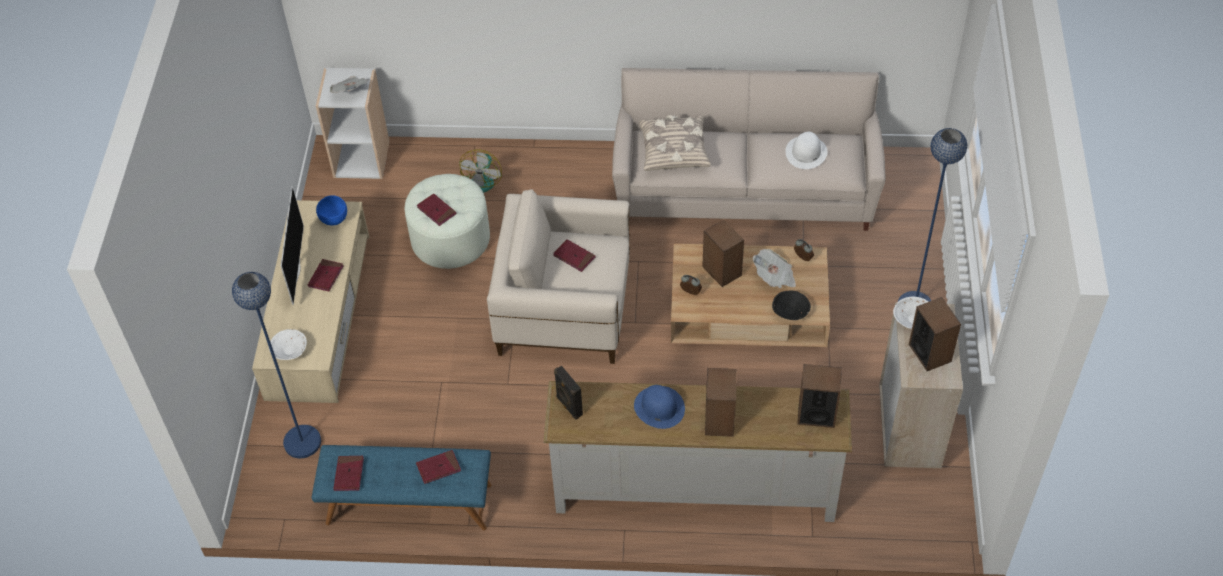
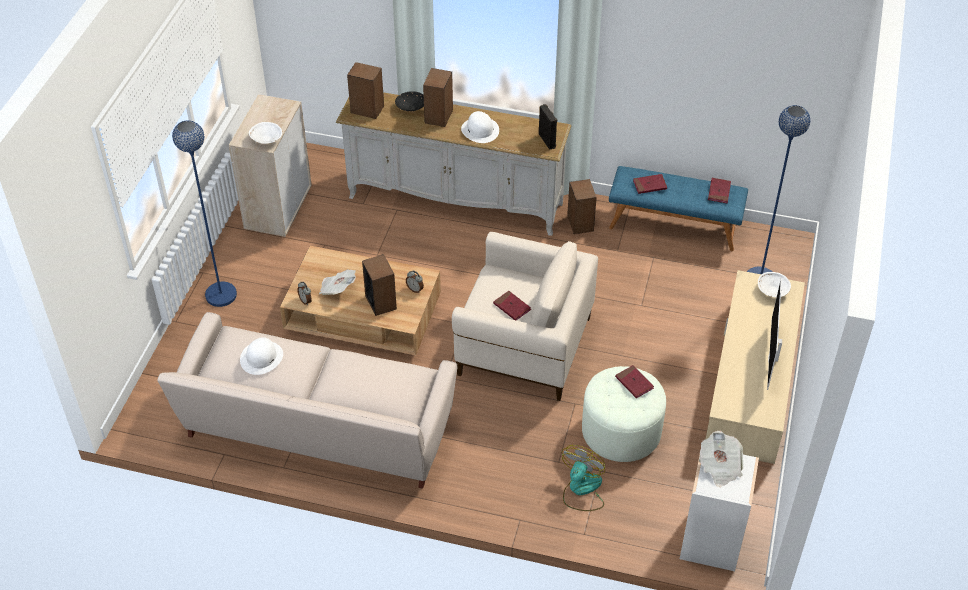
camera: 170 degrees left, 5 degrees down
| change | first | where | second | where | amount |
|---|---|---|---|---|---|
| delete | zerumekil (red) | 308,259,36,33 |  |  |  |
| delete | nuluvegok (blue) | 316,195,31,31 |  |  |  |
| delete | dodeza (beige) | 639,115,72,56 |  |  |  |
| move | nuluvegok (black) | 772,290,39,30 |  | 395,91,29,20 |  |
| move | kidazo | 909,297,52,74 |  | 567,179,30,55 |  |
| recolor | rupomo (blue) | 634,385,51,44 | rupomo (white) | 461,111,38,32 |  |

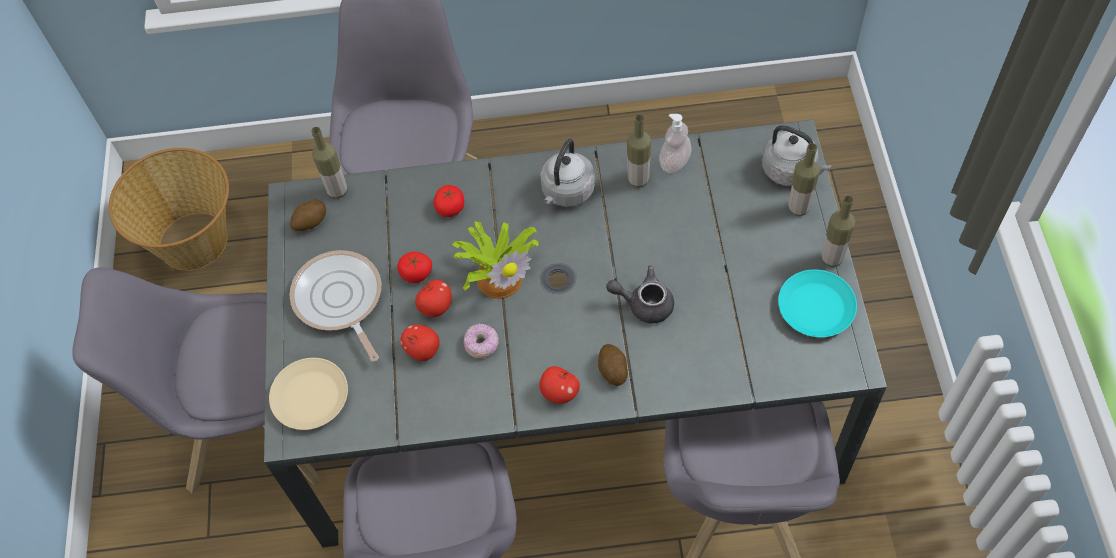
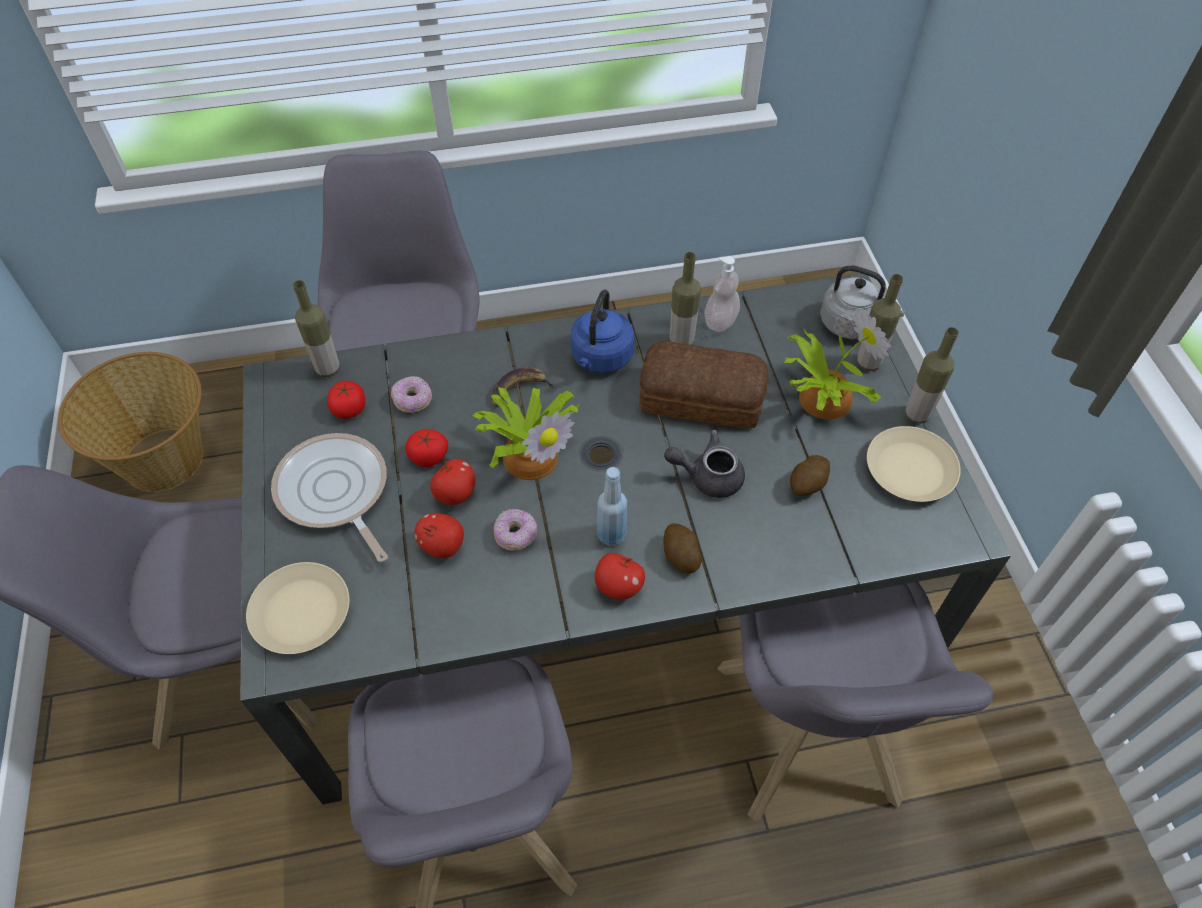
camera: 10 degrees left, 5 degrees down
| change | first | where | second | where | amount |
|---|---|---|---|---|---|
| insert |  |  | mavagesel | 391,376,41,37 |  |
| insert |  |  | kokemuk | 492,367,64,40 |  |
| insert |  |  | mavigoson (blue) | 597,467,30,79 |  |
| insert |  |  | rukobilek | 639,341,129,87 |  |
| insert |  |  | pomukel | 784,309,107,111 |  |
| move | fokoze | 290,200,36,31 |  | 790,455,40,41 |  |
| move | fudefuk | 433,185,31,32 |  | 327,381,38,38 |  |
| recolor | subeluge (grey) | 540,139,55,68 | subeluge (blue) | 570,290,64,83 |  |
| recolor | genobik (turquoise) | 778,269,79,68 | genobik (beige) | 867,426,94,76 |  |

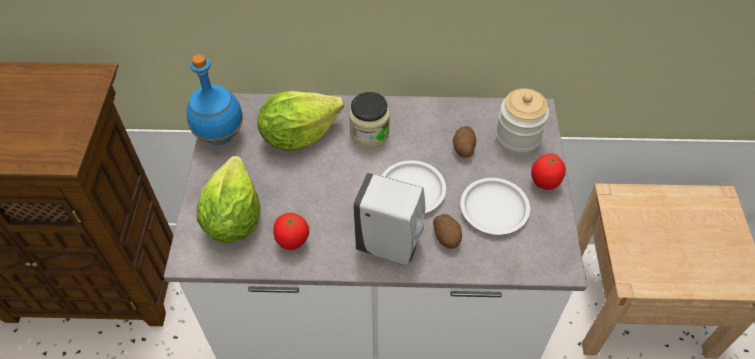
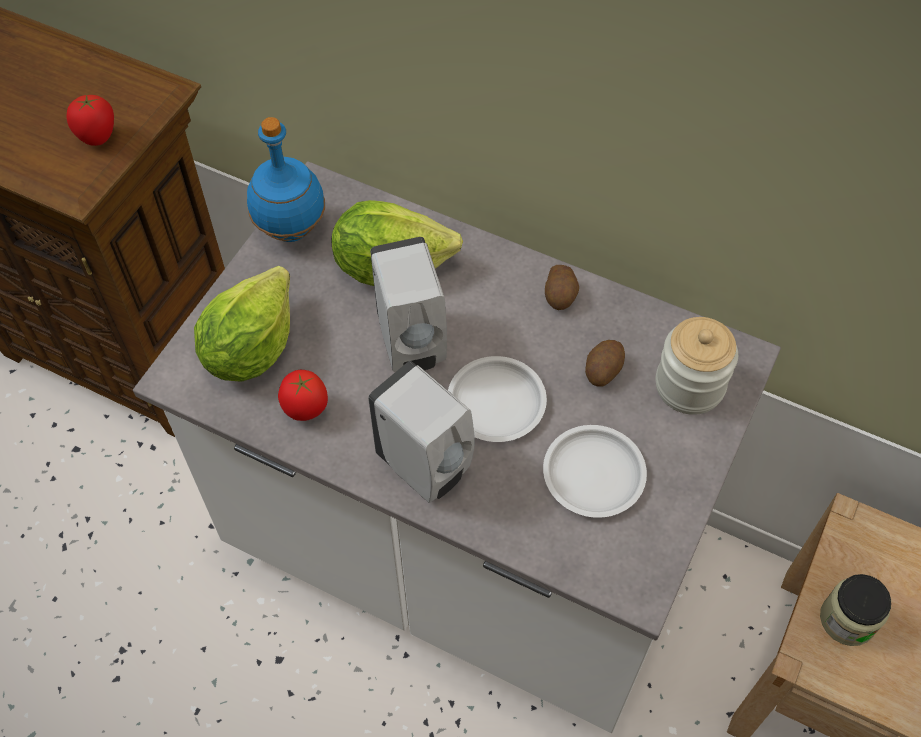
camera: 25 degrees right, 5 degrees up
| change | first | where | second | where | amount |
|---|---|---|---|---|---|
| insert |  |  | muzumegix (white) | 370,237,77,135 |  |
| move | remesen | 349,92,41,56 |  | 820,574,71,72 |  |
| move | fokoze | 433,214,29,35 |  | 545,265,34,45 |  |
| move | fudefuk | 531,154,35,36 |  | 67,95,47,51 |  |

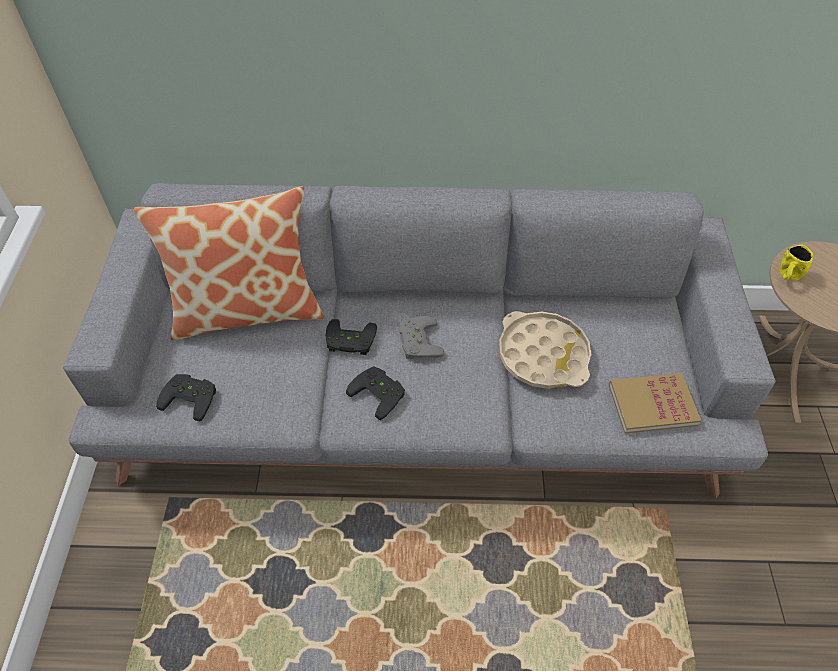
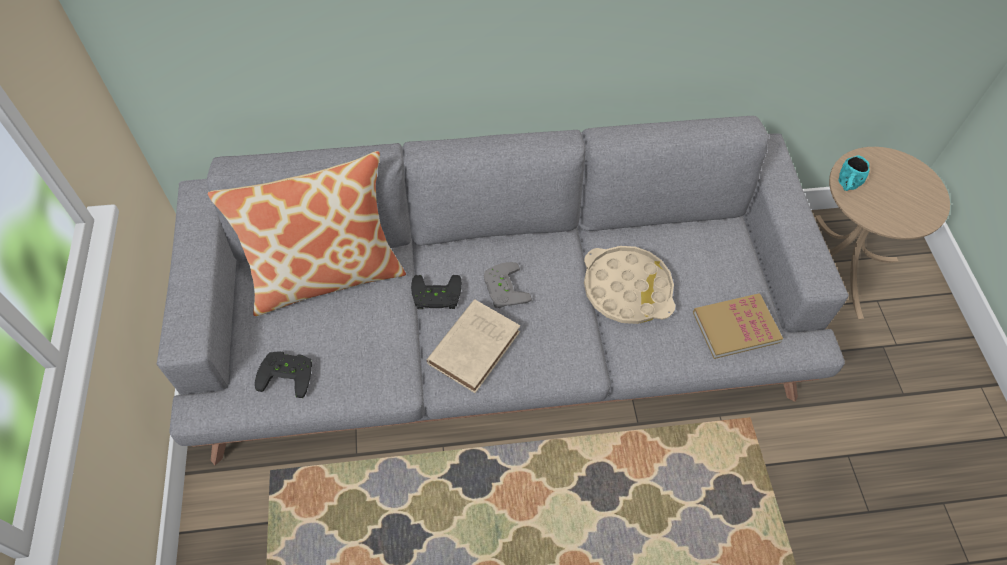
camera: 10 degrees left, 5 degrees up
| change | first | where | second | where | amount |
|---|---|---|---|---|---|
| replace | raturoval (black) | 346,366,59,54 | zerumekil (beige) | 427,299,93,94 |  |
| recolor | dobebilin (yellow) | 779,245,34,36 | dobebilin (turquoise) | 838,155,32,36 |  |

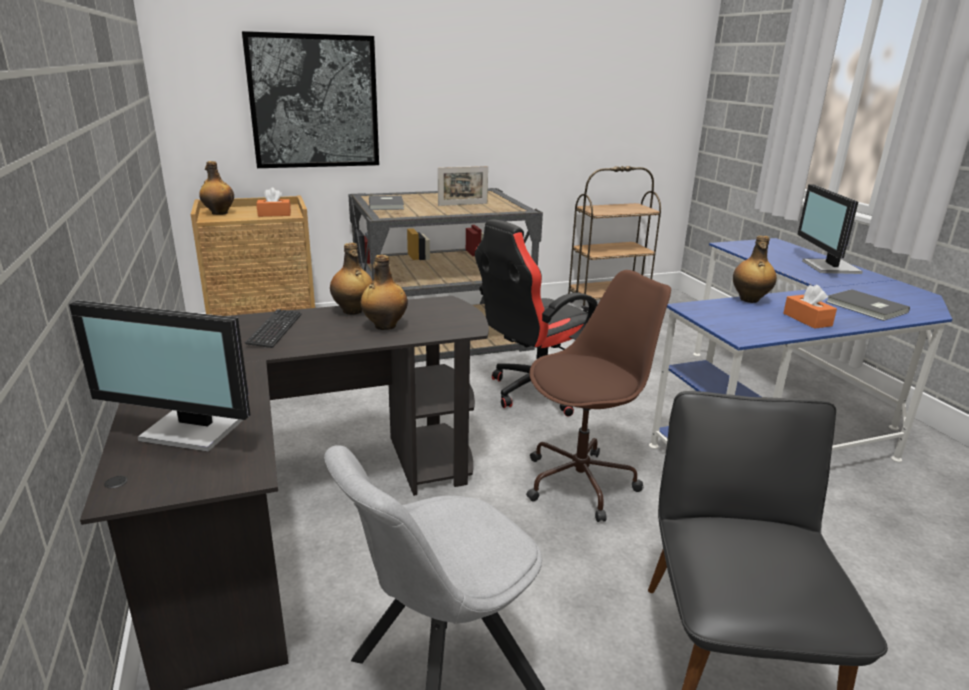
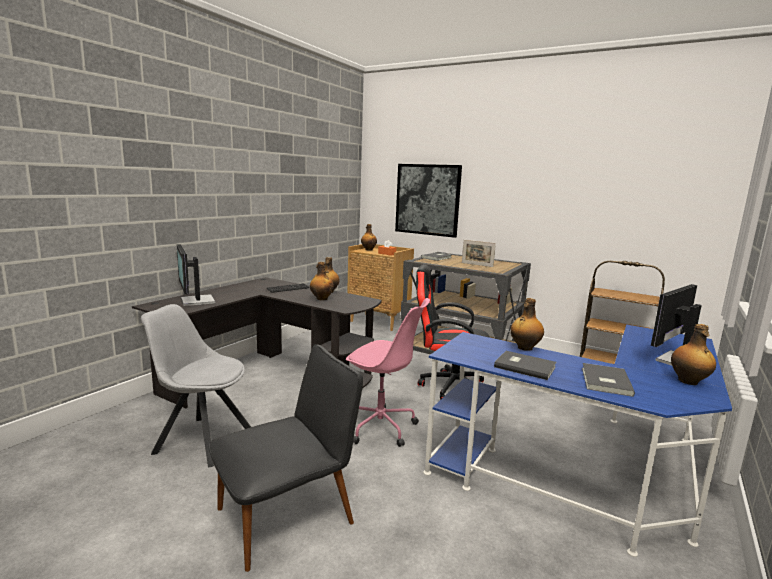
camera: 50 degrees right, 10 degrees down
| change | first | where | second | where | amount |
|---|---|---|---|---|---|
| insert |  |  | mavigoson | 671,324,45,61 |  |
| replace | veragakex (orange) | 783,285,54,44 | zerumekil (grey) | 494,351,62,29 |  |
| recolor | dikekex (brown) | 526,270,145,252 | dikekex (pink) | 346,298,84,149 |  |

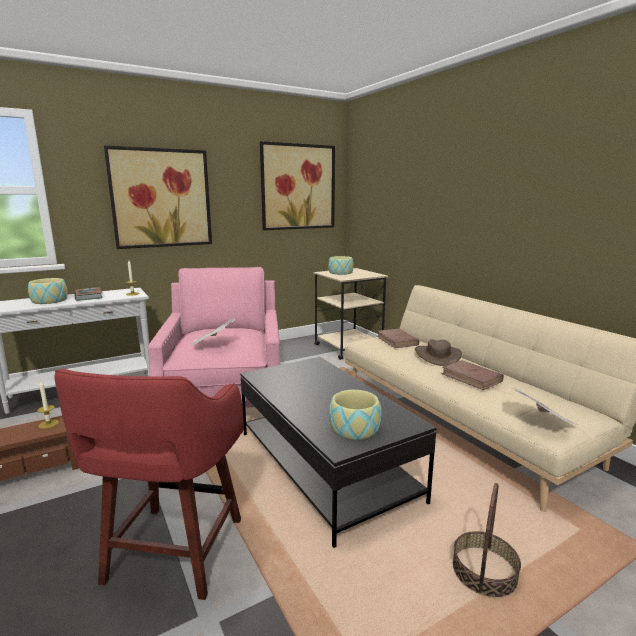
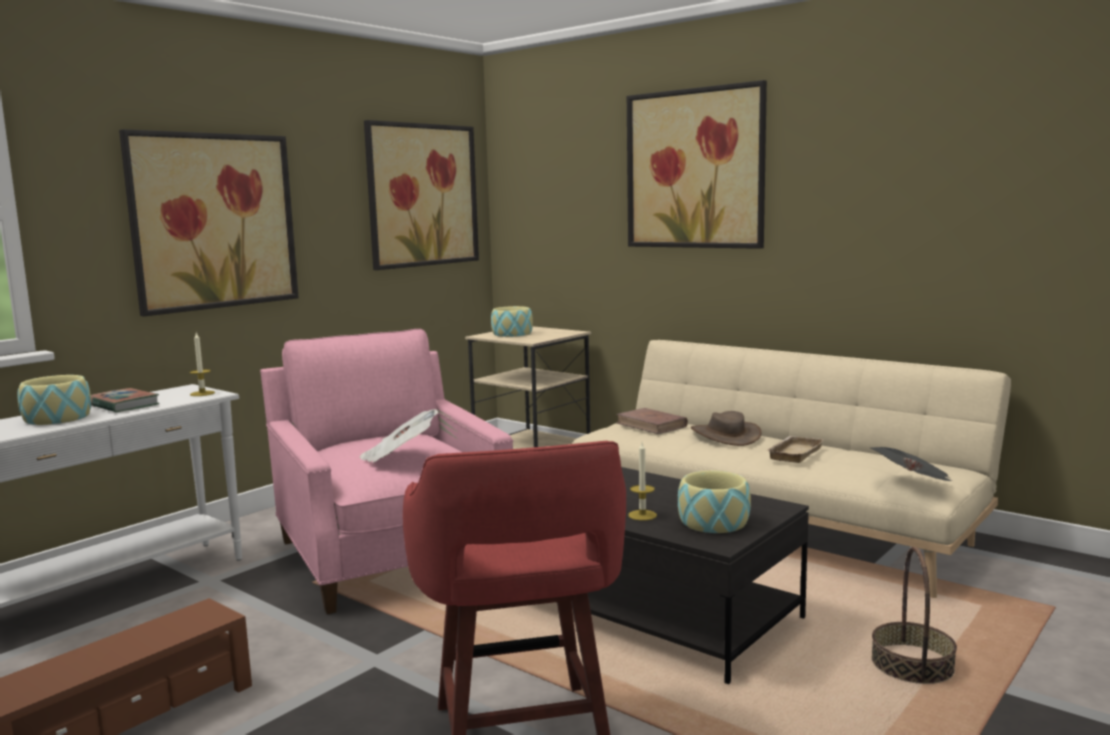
camera: 20 degrees left, 5 degrees down
| change | first | where | second | where | amount |
|---|---|---|---|---|---|
| insert |  |  | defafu | 627,80,140,169 |  |
| move | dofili | 37,381,22,48 |  | 628,442,29,79 |  |
| replace | zerumekil (brown) | 442,360,62,30 | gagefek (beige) | 767,436,57,27 |  |

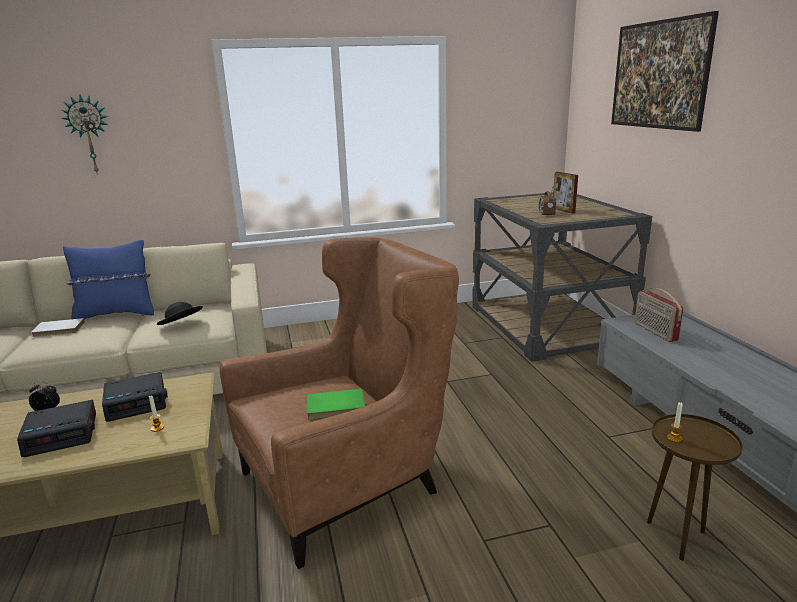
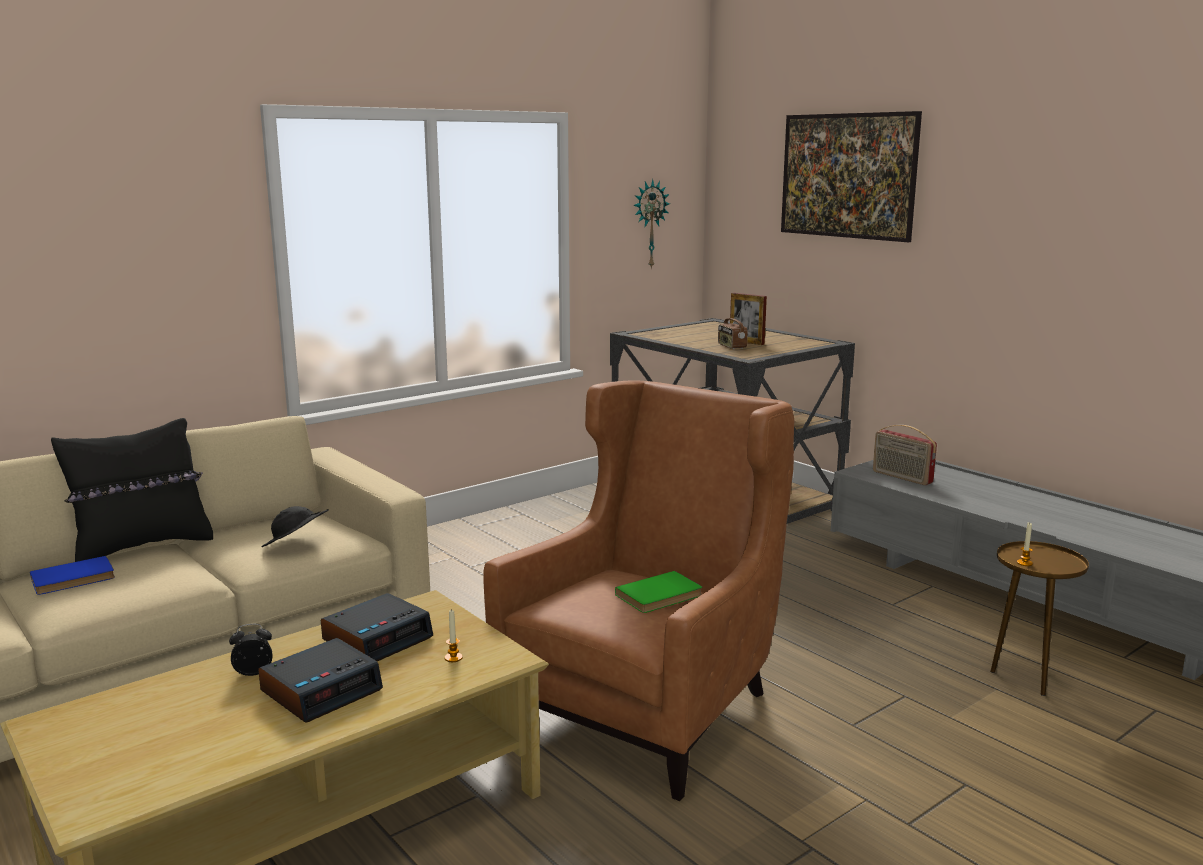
camera: 25 degrees left, 5 degrees down
| change | first | where | second | where | amount |
|---|---|---|---|---|---|
| move | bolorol | 60,95,48,80 |  | 634,179,36,90 |  |
| recolor | zerumekil (white) | 31,318,54,19 | zerumekil (blue) | 30,556,85,39 |  |
| recolor | dodeza (blue) | 63,240,91,80 | dodeza (black) | 51,418,162,144 |  |

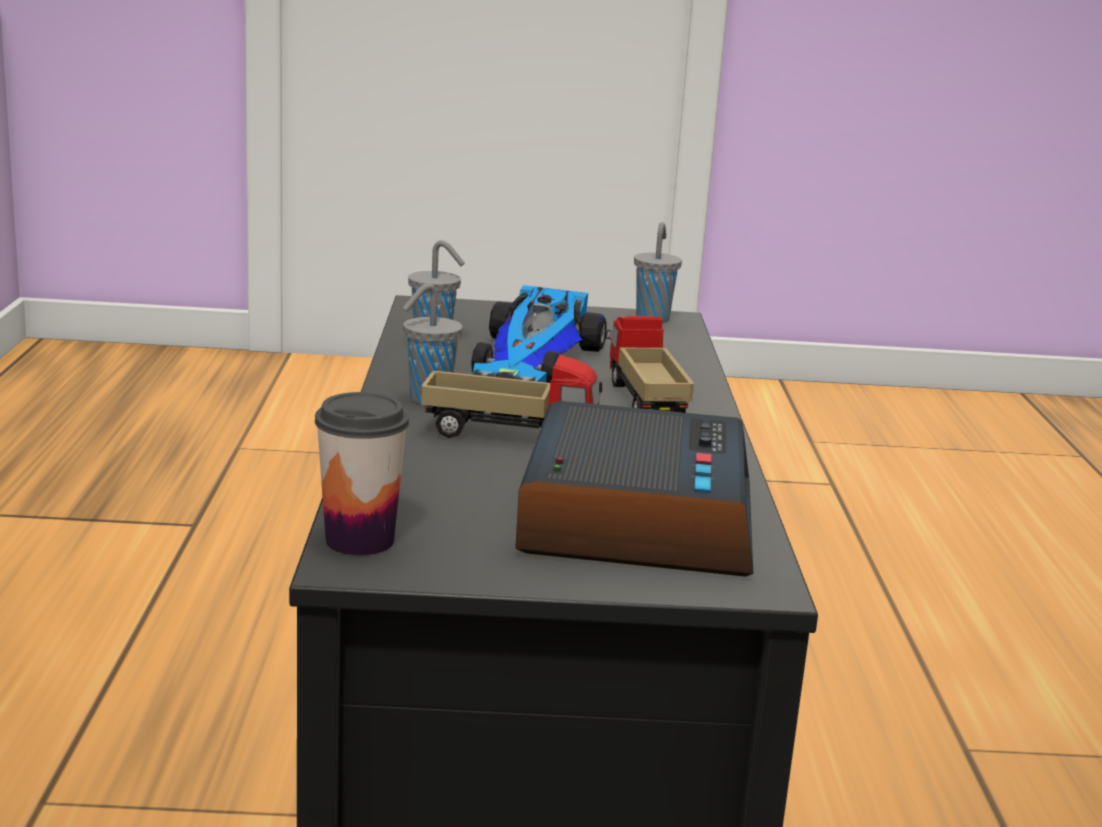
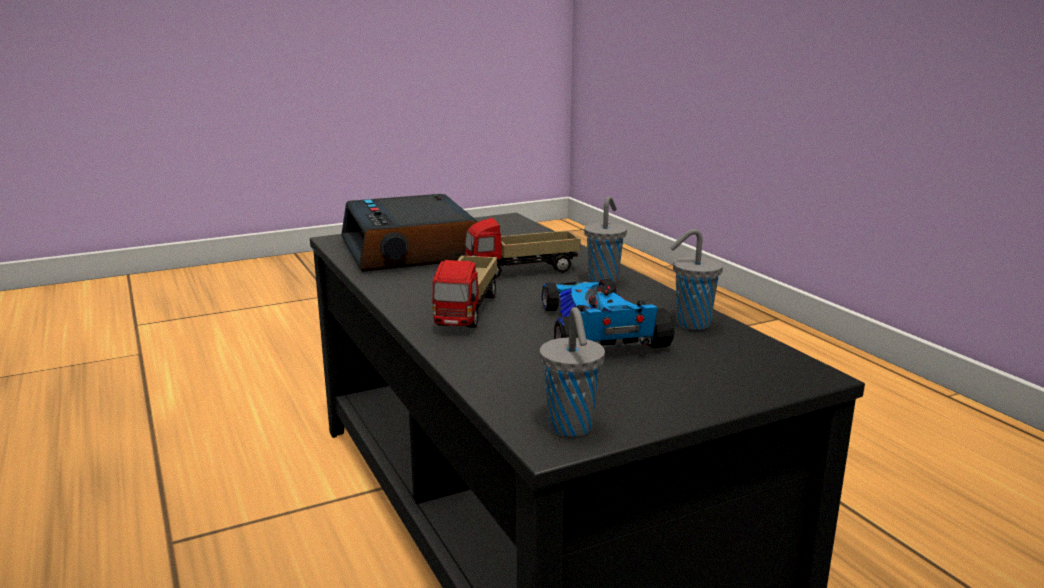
camera: 155 degrees right, 0 degrees up
| change | first | where | second | where | amount |
|---|---|---|---|---|---|
| delete | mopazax | 315,392,94,163 |  |  |  |
| rotate | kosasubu | 605,316,89,97 |  | 432,255,65,73 | 45 degrees clockwise |

